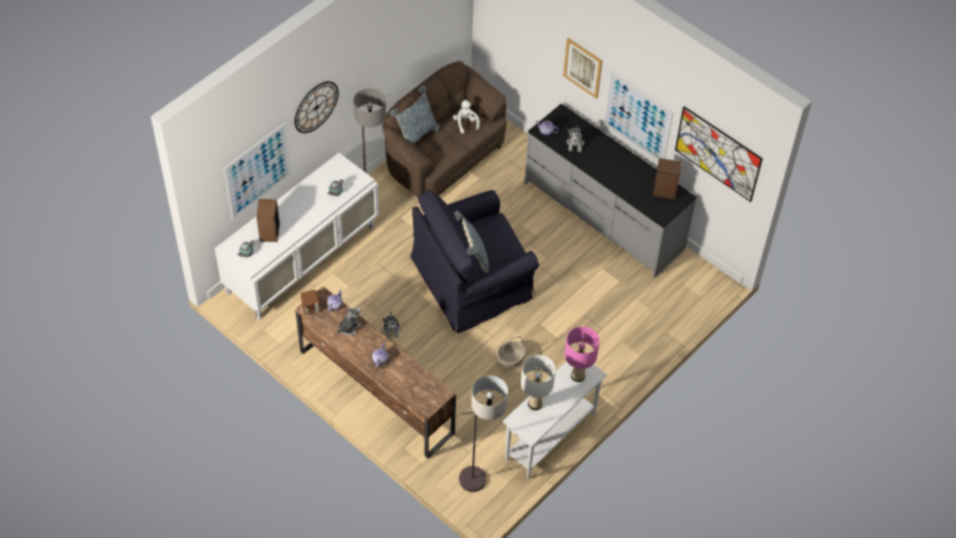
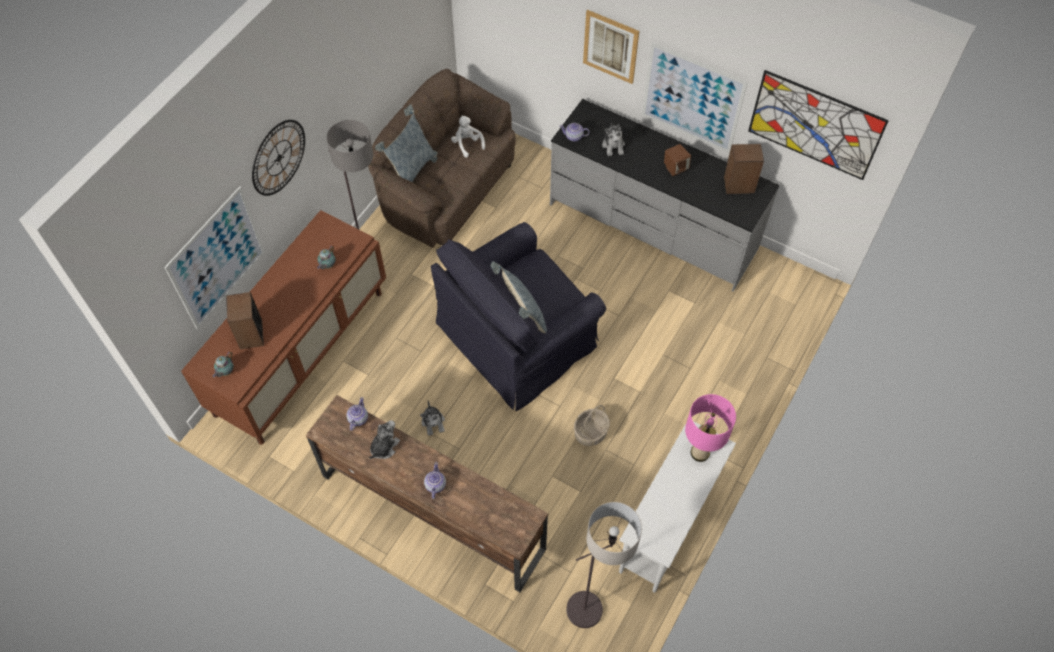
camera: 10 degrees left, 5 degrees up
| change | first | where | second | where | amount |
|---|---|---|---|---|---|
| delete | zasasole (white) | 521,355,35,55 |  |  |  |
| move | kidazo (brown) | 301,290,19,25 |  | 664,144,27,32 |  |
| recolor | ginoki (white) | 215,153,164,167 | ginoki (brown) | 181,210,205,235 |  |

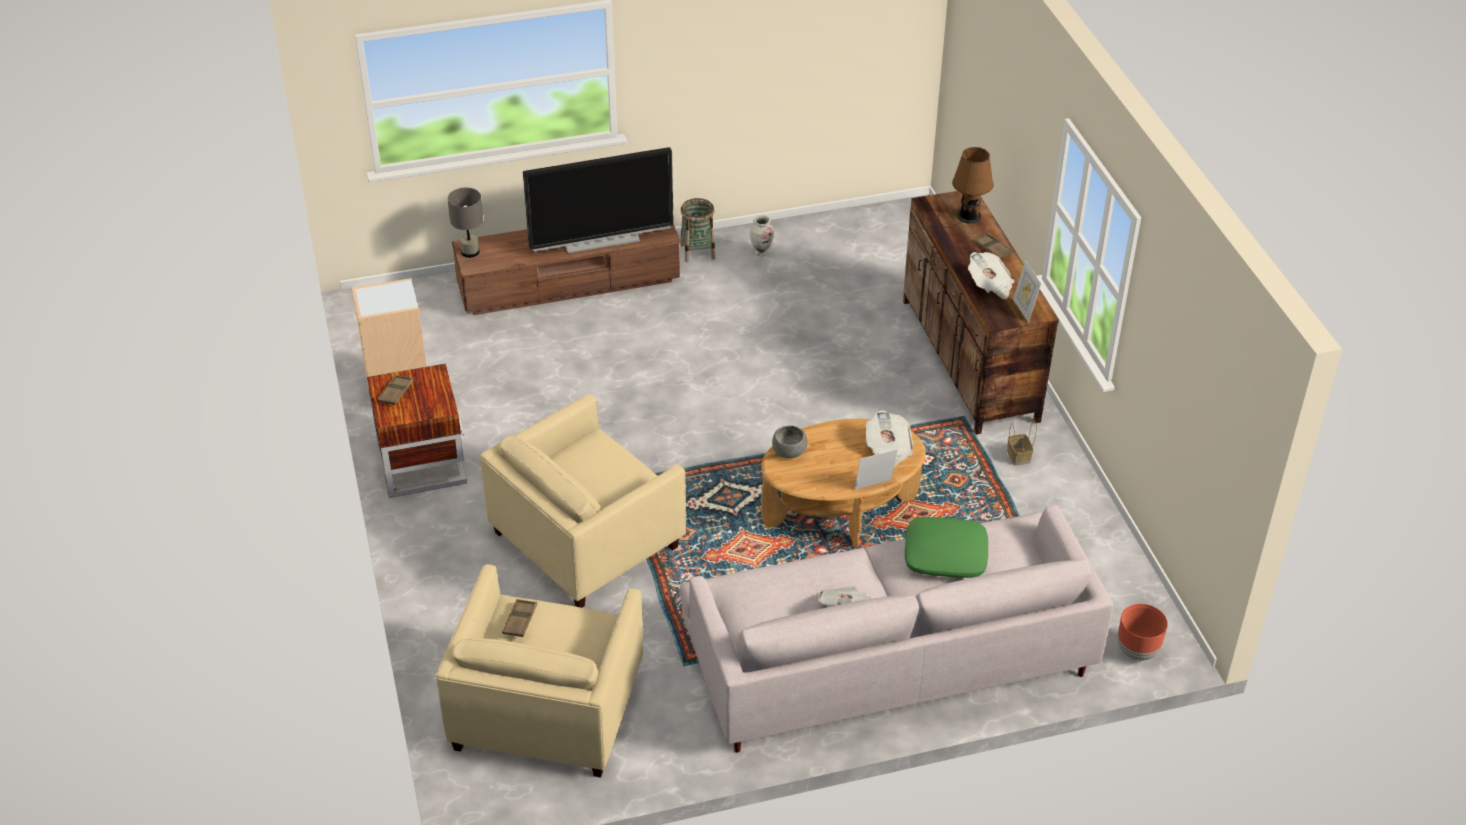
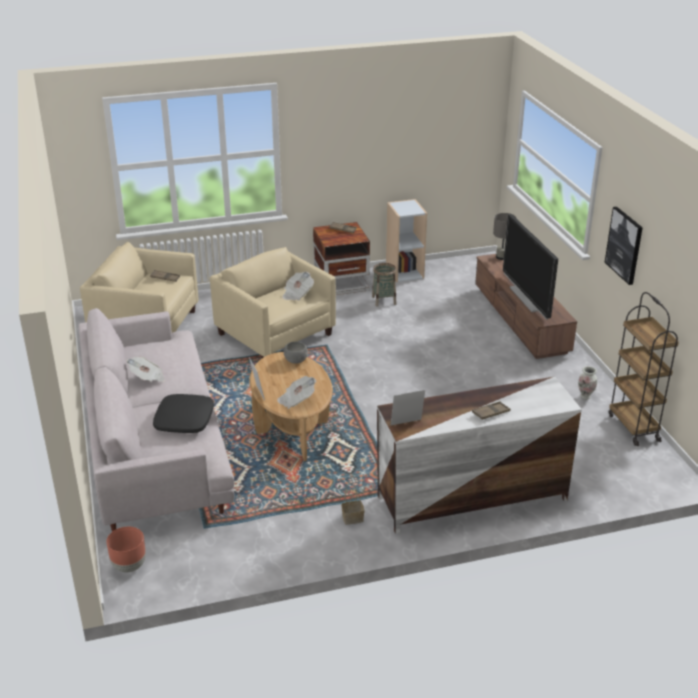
camera: 90 degrees right, 10 degrees down
| change | first | where | second | where | amount |
|---|---|---|---|---|---|
| delete | zasasole (brown) | 935,147,58,81 |  |  |  |
| insert |  |  | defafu | 605,207,38,78 |  |
| insert |  |  | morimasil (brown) | 609,292,70,154 |  |
| move | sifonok | 681,198,34,64 |  | 372,263,24,44 |  |
| move | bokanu | 968,252,46,47 |  | 282,272,32,29 |  |
| recolor | ginoki (brown) | 903,191,156,244 | ginoki (white) | 377,376,205,158 |  |
| recolor | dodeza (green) | 905,517,83,61 | dodeza (black) | 153,394,61,39 |  |

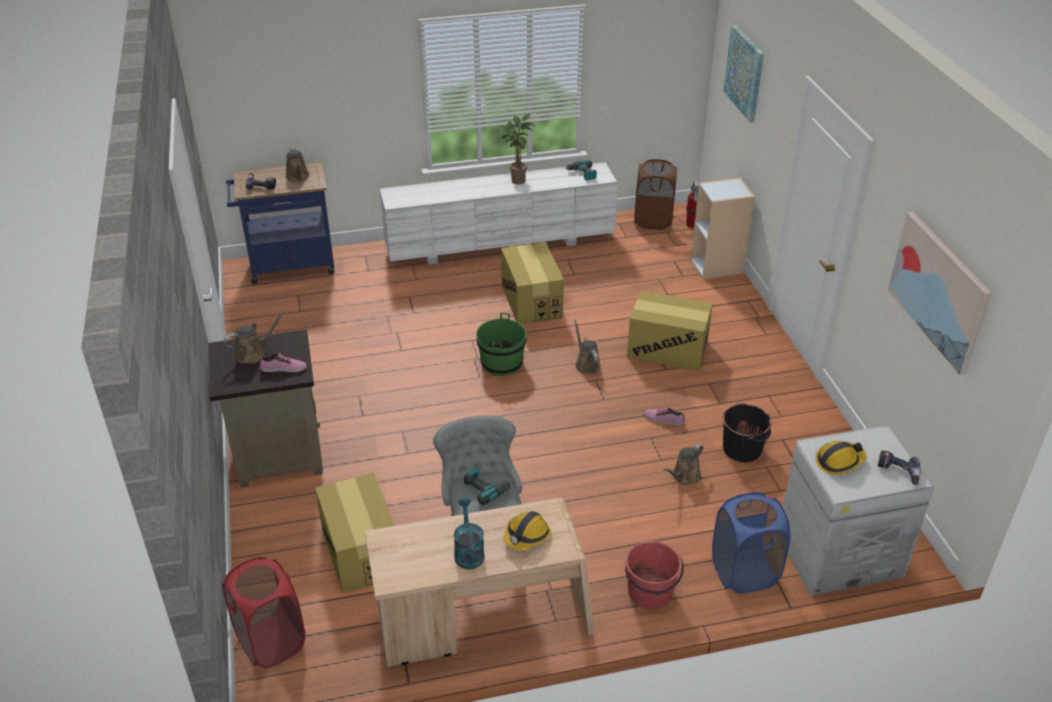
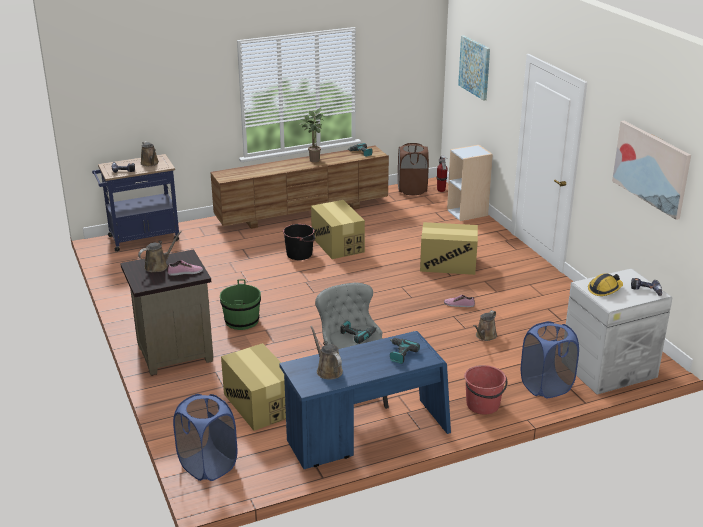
camera: 10 degrees left, 10 degrees down
| change | first | where | second | where | amount |
|---|---|---|---|---|---|
| delete | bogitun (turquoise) | 454,498,31,71 |  |  |  |
| move | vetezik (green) | 476,313,50,63 |  | 220,279,41,51 |  |
| move | bogitun (brown) | 574,320,26,54 |  | 310,326,33,53 |  |
| move | vetezik (black) | 723,404,49,58 |  | 283,224,32,36 |  |
| replace | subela | 503,511,48,40 | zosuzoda | 390,338,30,26 |  |
| recolor | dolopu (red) | 222,557,84,111 | dolopu (blue) | 173,394,64,87 |  |
| recolor | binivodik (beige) | 365,498,229,169 | binivodik (blue) | 279,331,172,138 |  |
| recolor | ginoki (white) | 380,162,238,103 | ginoki (brown) | 210,145,179,84 |  |

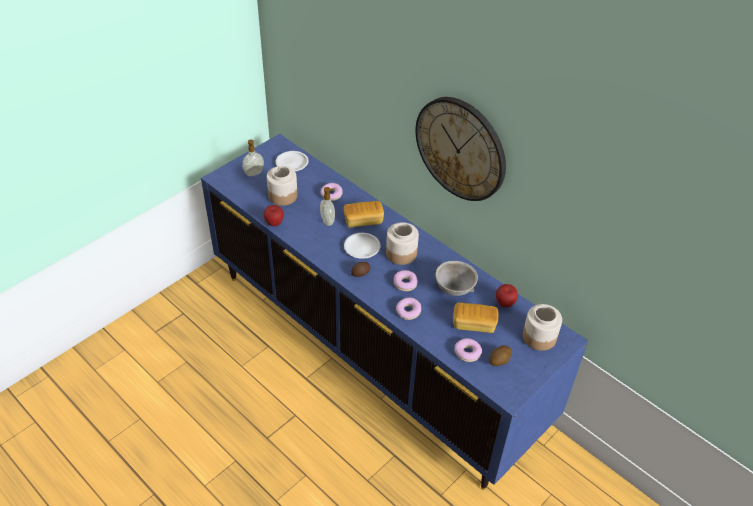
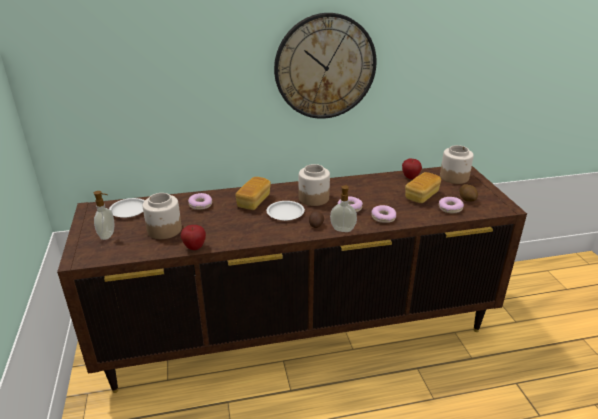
camera: 55 degrees left, 15 degrees down
| change | first | where | second | where | amount |
|---|---|---|---|---|---|
| delete | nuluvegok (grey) | 435,261,43,35 |  |  |  |
| move | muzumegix | 320,187,15,39 |  | 330,185,27,47 |  |
| recolor | ginoki (blue) | 201,134,387,356 | ginoki (brown) | 57,166,470,227 |  |

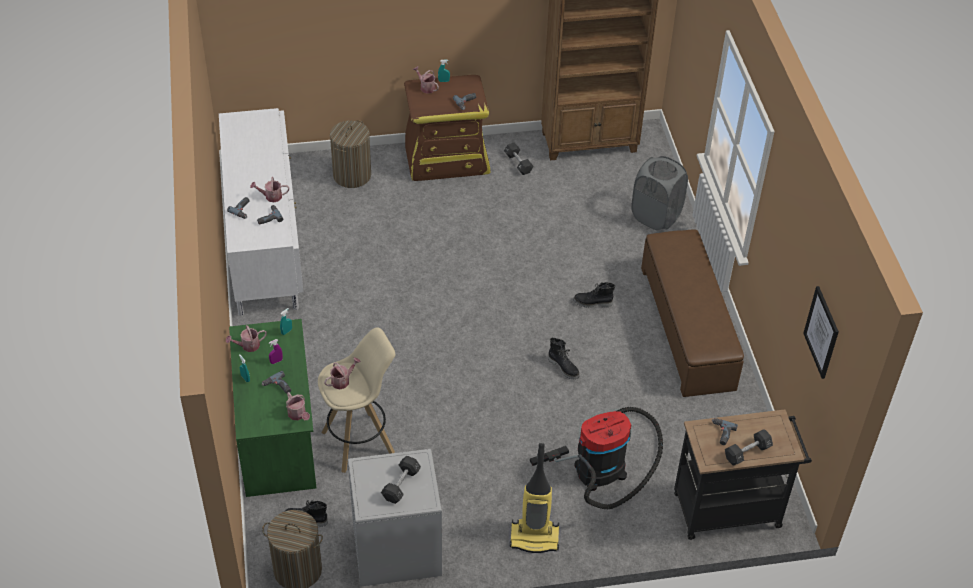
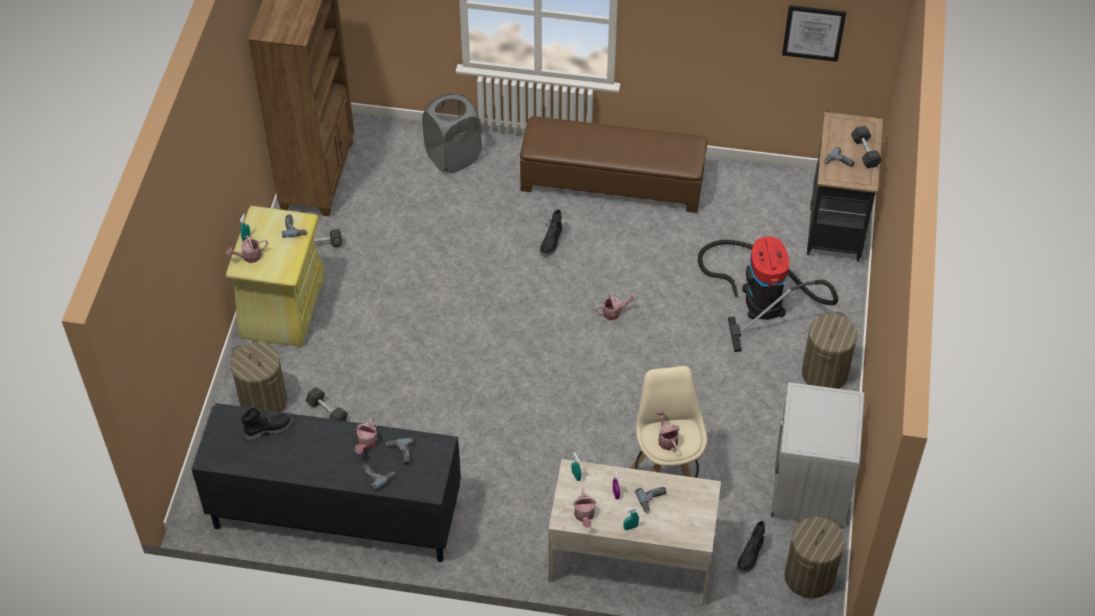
camera: 70 degrees left, 5 degrees up
| change | first | where | second | where | amount |
|---|---|---|---|---|---|
| move | bogitun | 286,392,24,28 |  | 595,294,40,26 |  |
| move | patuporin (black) | 381,456,40,48 |  | 305,387,43,34 |  |
| move | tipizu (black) | 548,338,31,42 |  | 240,407,53,33 |  |
| replace | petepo | 510,443,49,110 | dolopu | 802,312,56,77 |  |
| recolor | ginoki (white) | 219,108,85,208 | ginoki (black) | 192,403,269,159 |  |
| recolor | binivodik (green) | 229,319,87,178 | binivodik (beige) | 548,459,173,146 |  |
| recolor | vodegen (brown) | 404,75,86,106 | vodegen (yellow) | 226,206,99,140 |  |

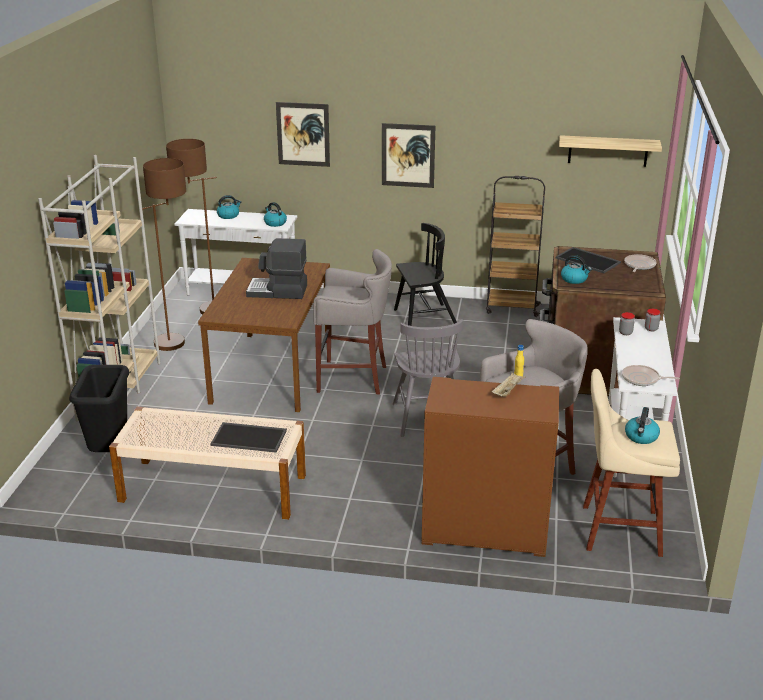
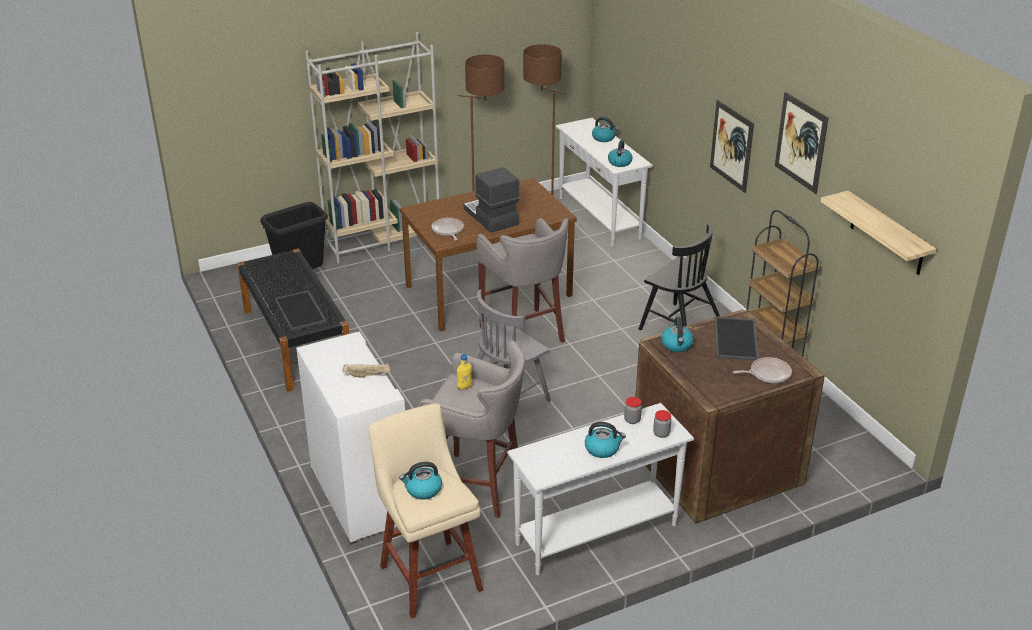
camera: 55 degrees right, 5 degrees up
| change | first | where | second | where | amount |
|---|---|---|---|---|---|
| insert |  |  | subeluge | 585,422,41,36 |  |
| move | defafu | 276,102,54,65 |  | 775,92,54,102 |  |
| move | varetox | 622,365,58,21 |  | 432,218,32,22 |  |
| recolor | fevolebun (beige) | 109,407,197,113 | fevolebun (black) | 237,248,112,144 |  |
| recolor | ginoki (brown) | 421,377,138,180 | ginoki (white) | 296,332,109,212 |  |

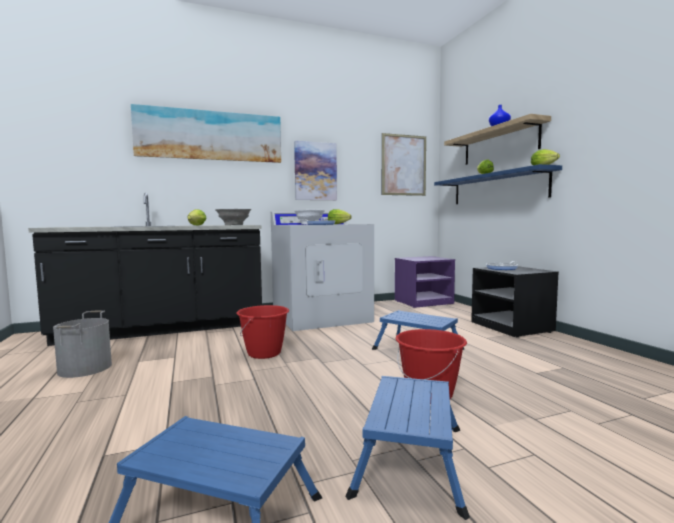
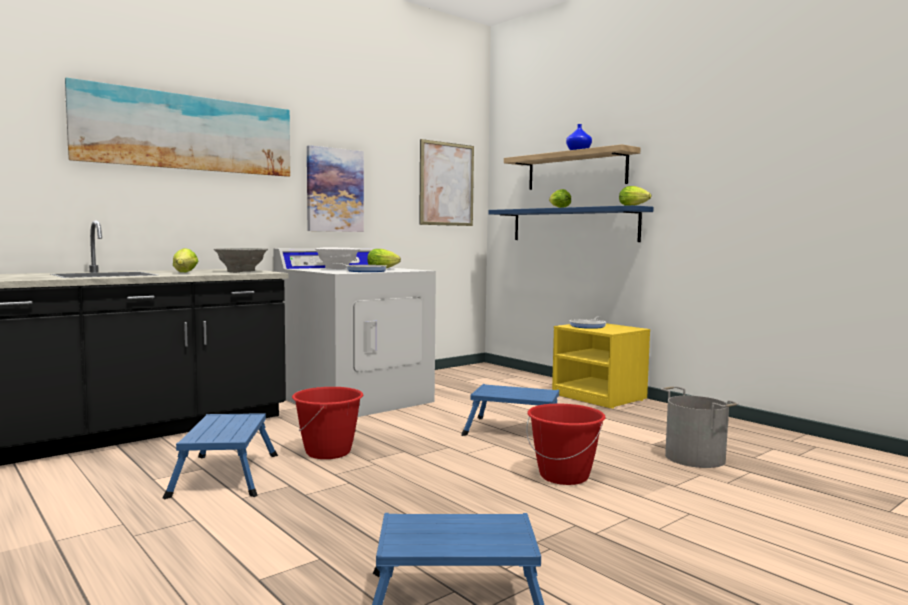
camera: 20 degrees left, 0 degrees up
| change | first | where | second | where | amount |
|---|---|---|---|---|---|
| delete | vodegen (purple) | 395,256,60,52 |  |  |  |
| move | vetezik (grey) | 53,311,59,67 |  | 661,386,78,82 |  |
| move | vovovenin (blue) | 345,376,125,144 |  | 163,413,115,86 |  |
| recolor | vodegen (black) | 471,266,88,72 | vodegen (yellow) | 552,323,98,86 |  |

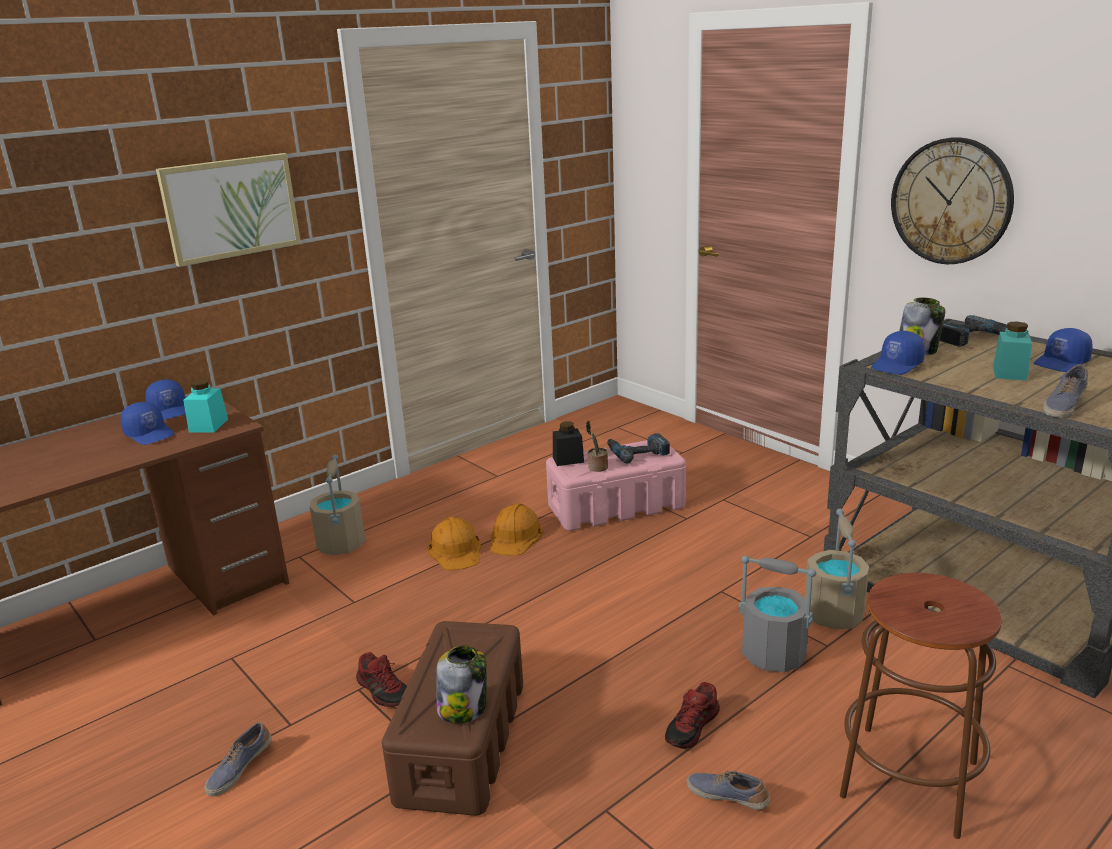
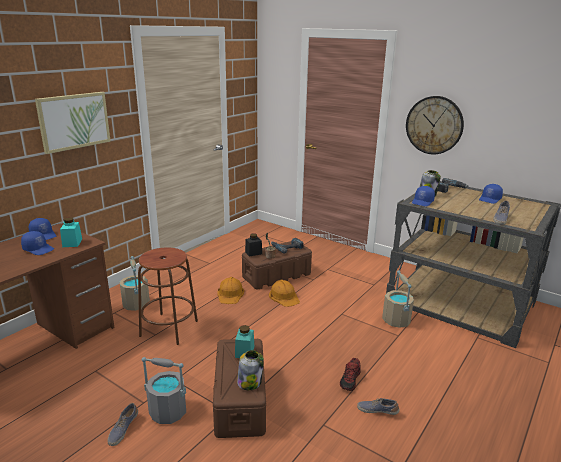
camera: 15 degrees left, 0 degrees up
| change | first | where | second | where | amount |
|---|---|---|---|---|---|
| delete | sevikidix | 356,652,51,55 |  |  |  |
| move | subela (orange) | 427,517,54,54 |  | 269,280,31,27 |  |
| move | vetezik (grey) | 739,556,77,117 |  | 142,357,44,67 |  |
| move | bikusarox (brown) | 840,573,162,266 |  | 138,247,60,98 |  |
| move | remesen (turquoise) | 993,322,39,59 |  | 235,325,19,33 |  |
| recolor | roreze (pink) | 546,440,140,91 | roreze (brown) | 242,241,70,48 |  |

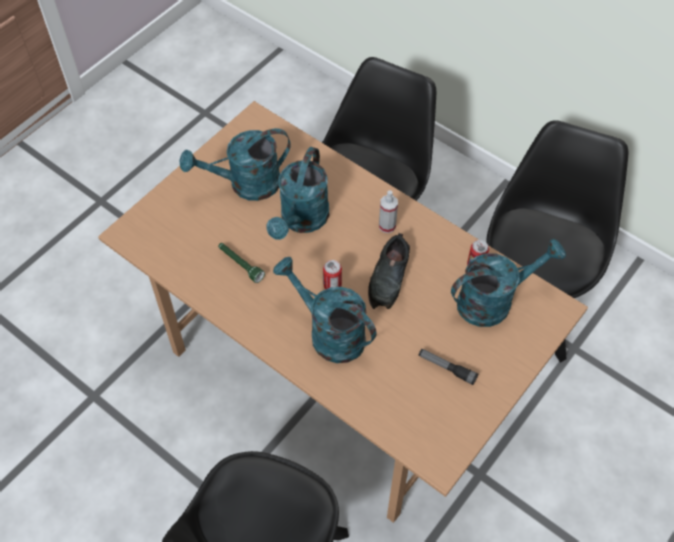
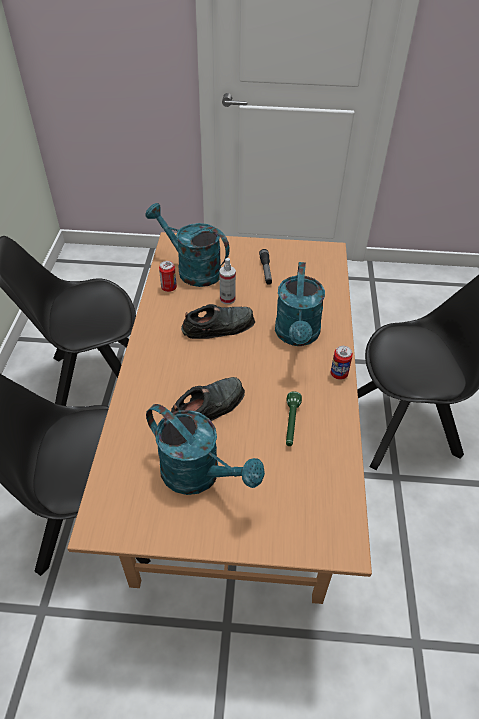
camera: 125 degrees left, 10 degrees down
| change | first | where | second | where | amount |
|---|---|---|---|---|---|
| move | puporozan | 323,260,19,29 |  | 331,346,22,34 |  |
| move | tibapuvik | 379,190,19,43 |  | 219,258,17,46 |  |
| replace | bogitun (turquoise) | 266,147,63,93 | sevikidix (black) | 171,377,74,44 |  |

